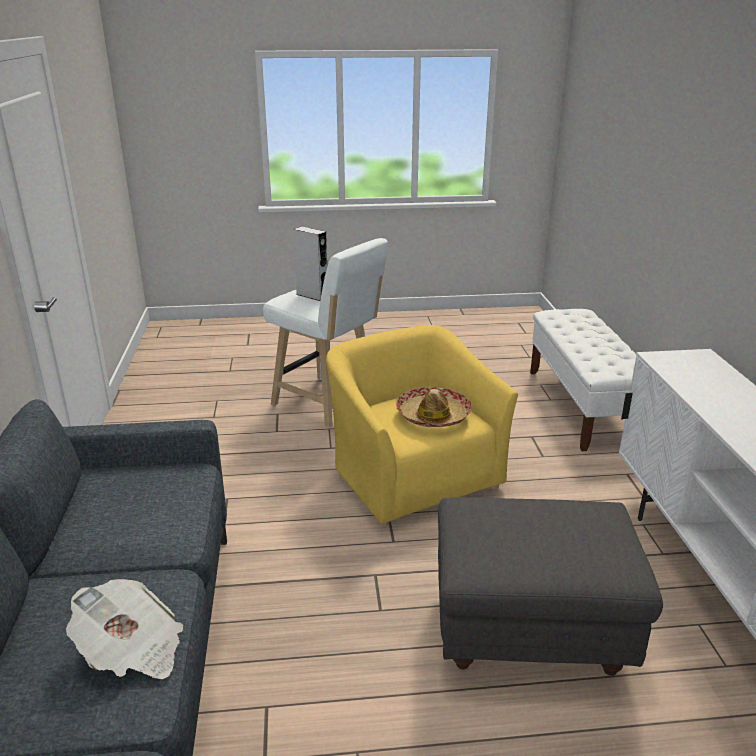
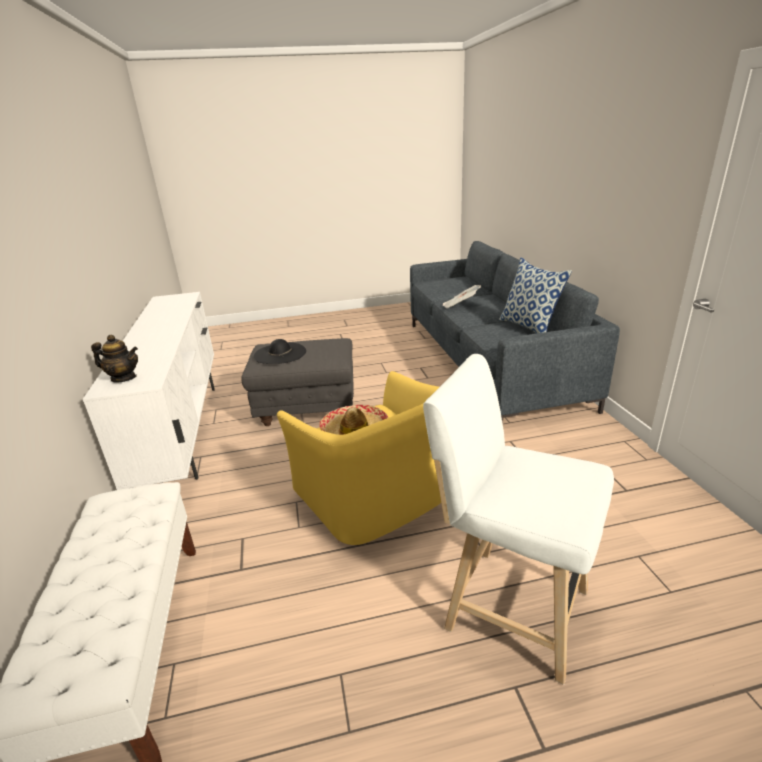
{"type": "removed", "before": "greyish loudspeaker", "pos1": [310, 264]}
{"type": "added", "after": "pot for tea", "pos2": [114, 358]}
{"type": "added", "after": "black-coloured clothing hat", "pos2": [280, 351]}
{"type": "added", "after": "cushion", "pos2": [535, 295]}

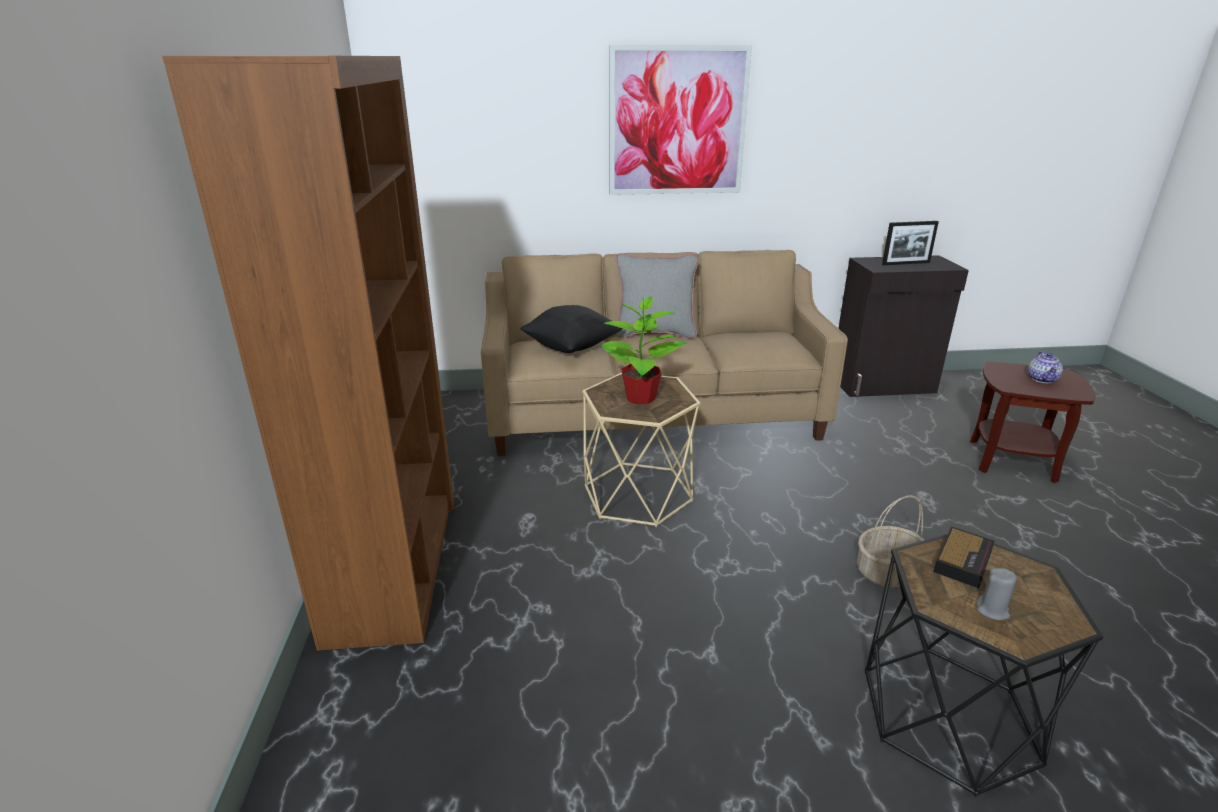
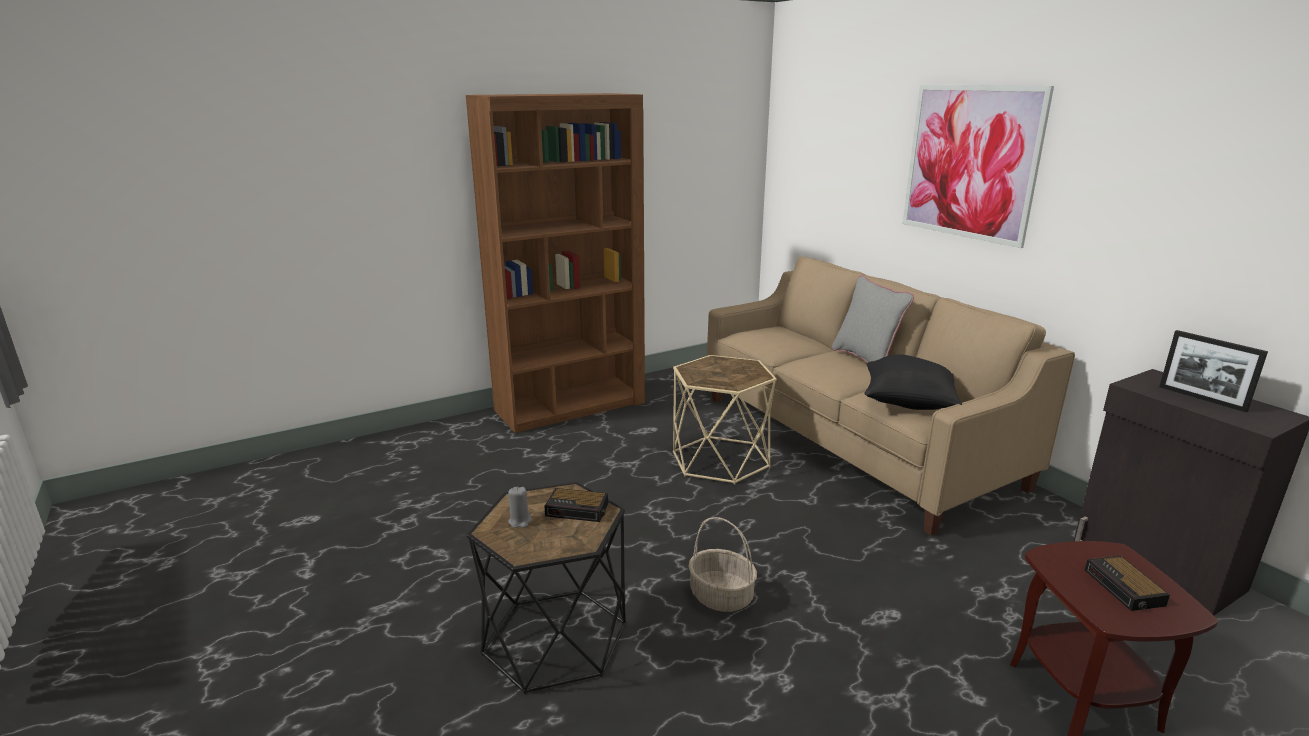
{"type": "removed", "before": "houseplant", "pos1": [643, 351]}
{"type": "moved", "before": "black-coloured cushion", "pos1": [571, 329], "pos2": [913, 382]}
{"type": "replaced", "before": "pot for tea", "after": "bedside clock", "pos1": [1045, 367], "pos2": [1127, 583]}

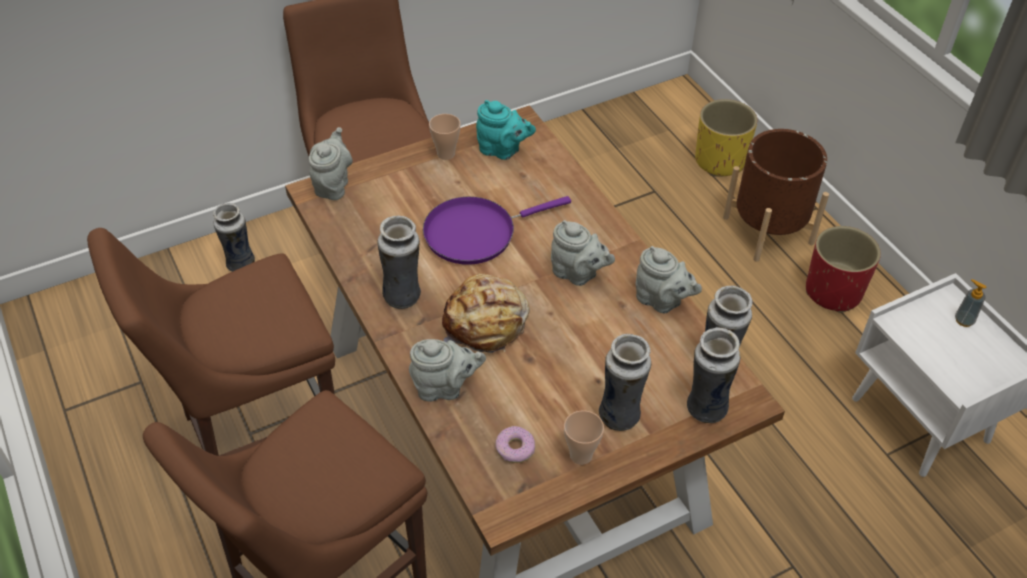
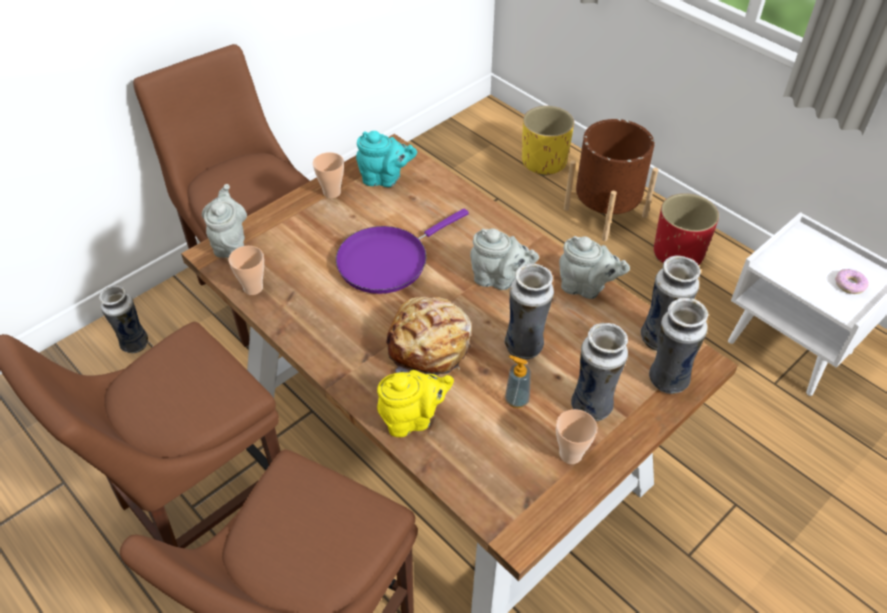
{"type": "added", "after": "drinking cup", "pos2": [246, 270]}
{"type": "moved", "before": "flower vase", "pos1": [399, 262], "pos2": [529, 311]}
{"type": "moved", "before": "donut", "pos1": [515, 444], "pos2": [851, 281]}
{"type": "moved", "before": "soap bottle", "pos1": [970, 303], "pos2": [518, 381]}
{"type": "recoloured", "before": "greyish pot for tea", "after": "yellowish pot for tea", "pos1": [447, 370], "pos2": [415, 403]}

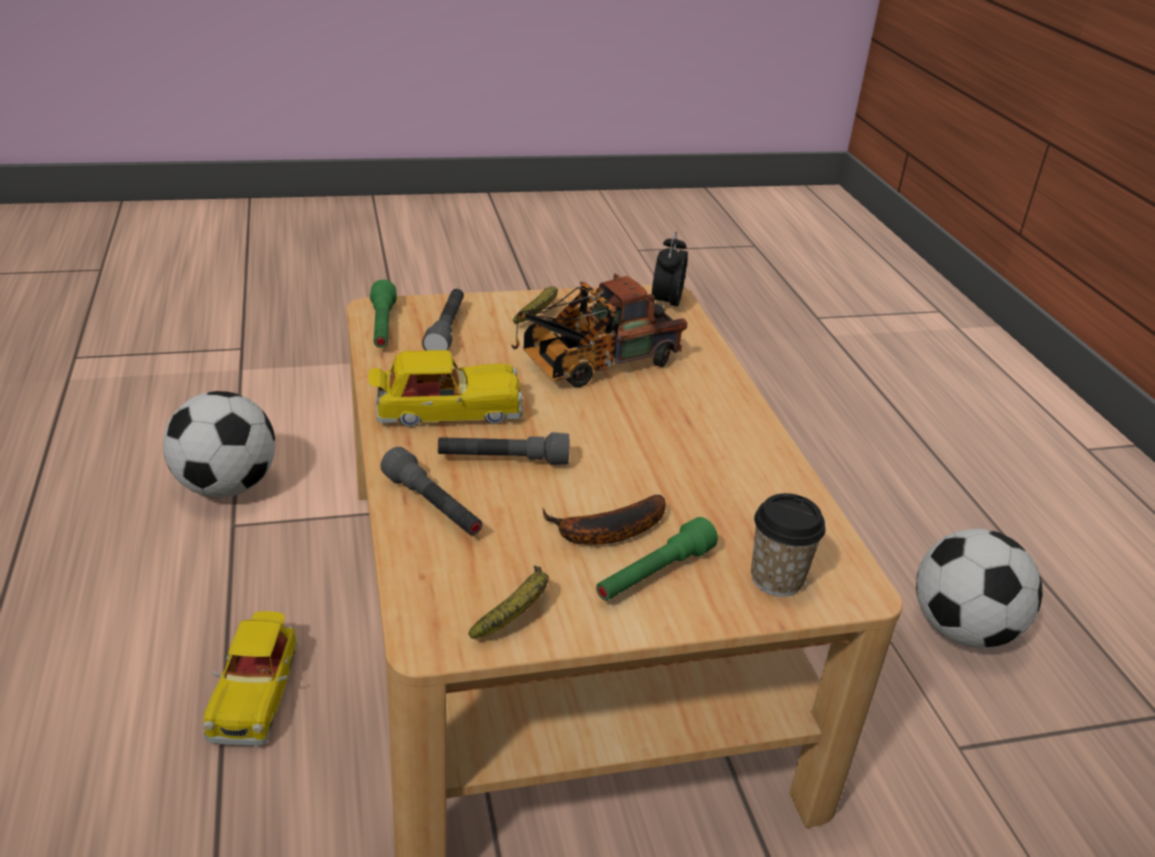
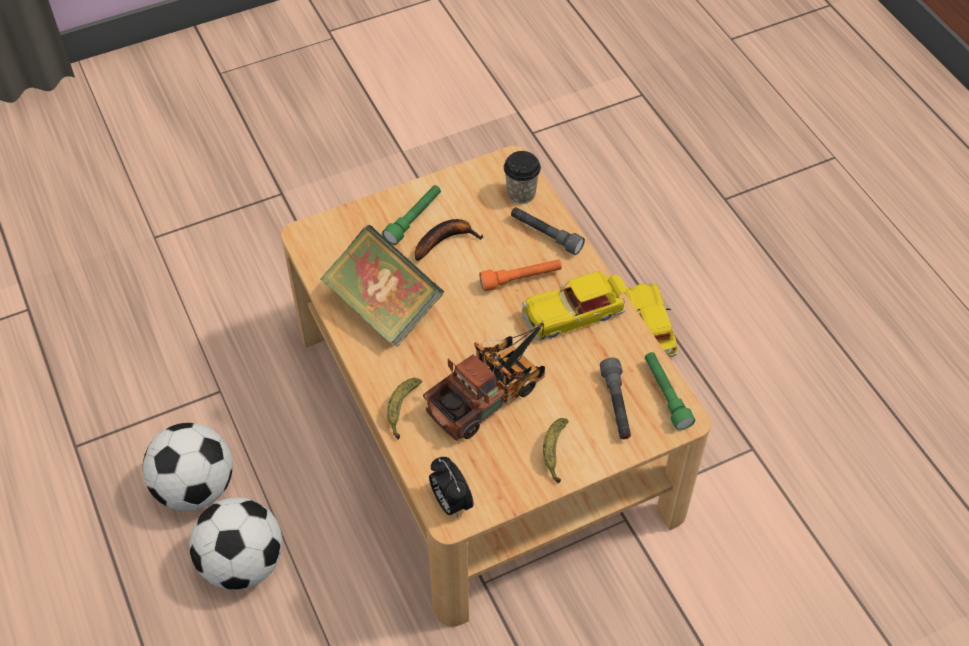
{"type": "added", "after": "volume", "pos2": [382, 285]}
{"type": "moved", "before": "football", "pos1": [219, 444], "pos2": [235, 543]}
{"type": "moved", "before": "banana", "pos1": [508, 602], "pos2": [404, 408]}
{"type": "moved", "before": "drinking cup", "pos1": [788, 545], "pos2": [522, 177]}
{"type": "recoloured", "before": "greyish flashlight", "after": "orange-coloured flashlight", "pos1": [503, 448], "pos2": [520, 275]}
{"type": "turned", "before": "bedside clock", "pos1": [670, 268], "pos2": [451, 487], "turn": 150}

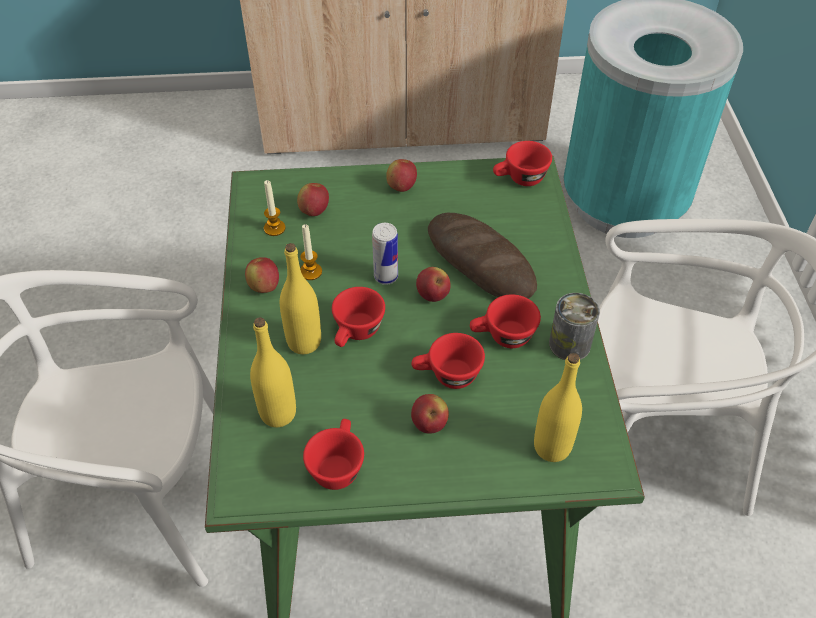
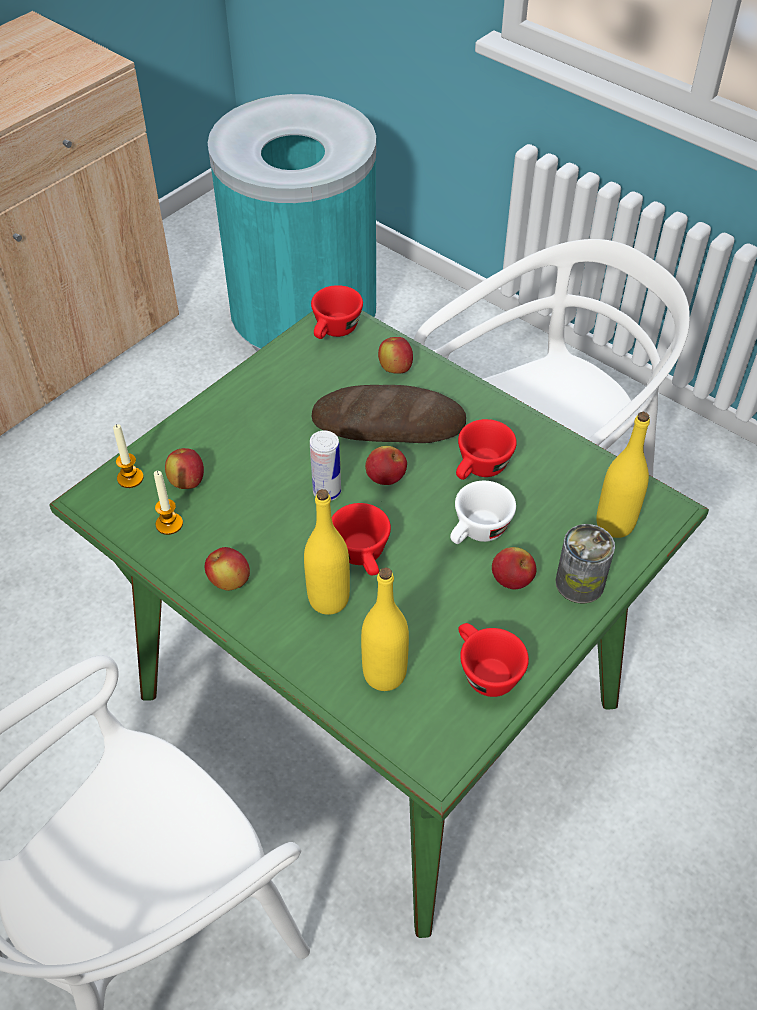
{"type": "moved", "before": "wax light", "pos1": [311, 252], "pos2": [128, 456]}
{"type": "moved", "before": "whole apple", "pos1": [401, 175], "pos2": [395, 355]}
{"type": "moved", "before": "can", "pos1": [574, 326], "pos2": [585, 564]}
{"type": "recoloured", "before": "red-coloured drinking cup", "after": "whitish drinking cup", "pos1": [448, 361], "pos2": [483, 512]}

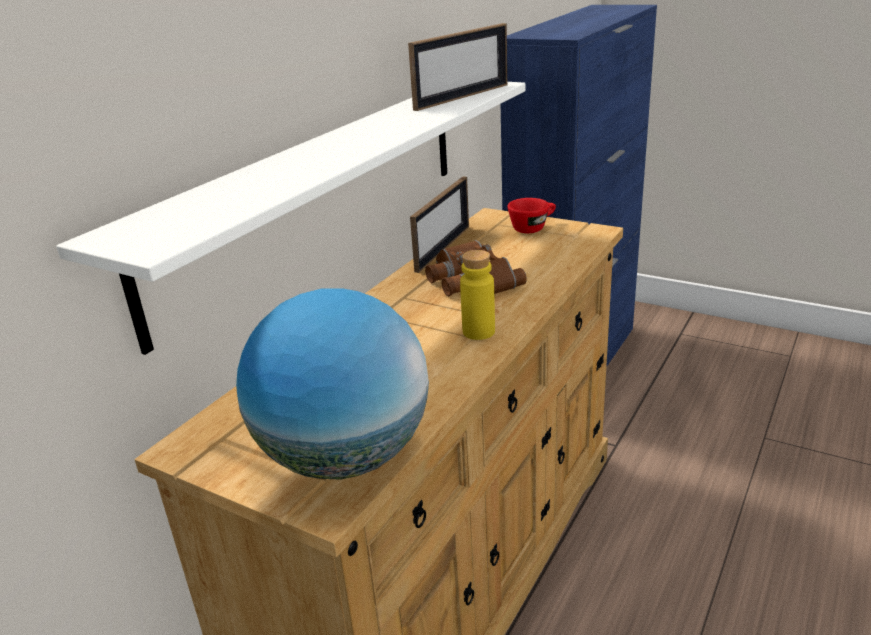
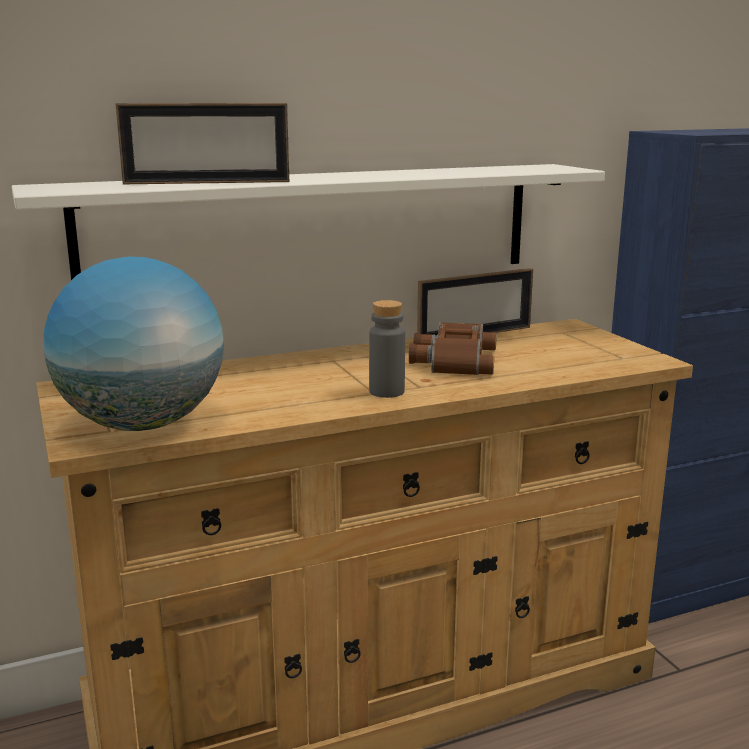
{"type": "removed", "before": "red-coloured drinking cup", "pos1": [531, 215]}
{"type": "moved", "before": "picture frame", "pos1": [457, 67], "pos2": [202, 143]}
{"type": "recoloured", "before": "yellowish bottle", "after": "greyish bottle", "pos1": [477, 295], "pos2": [387, 349]}

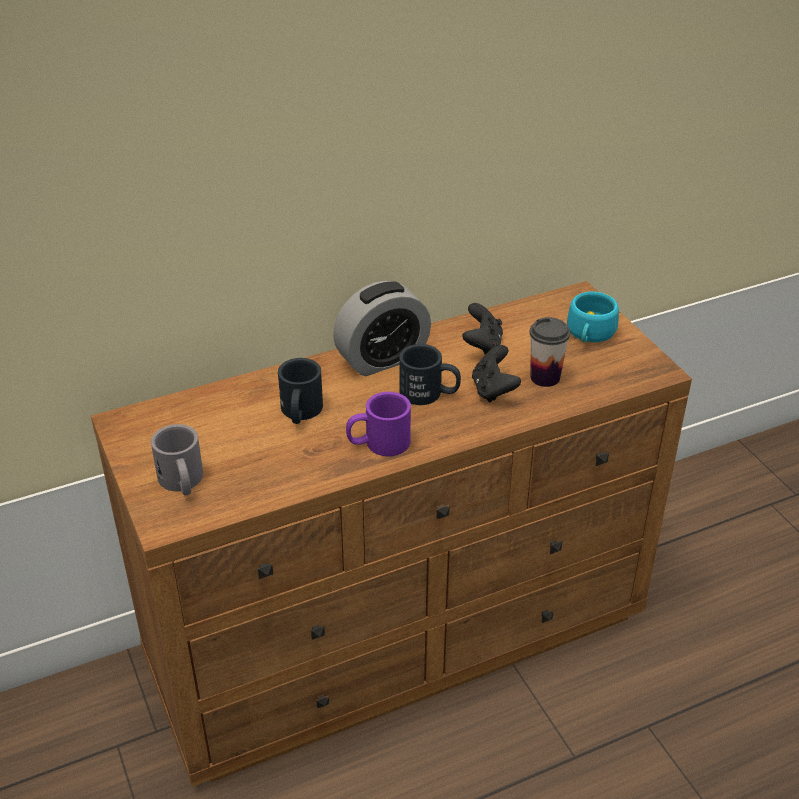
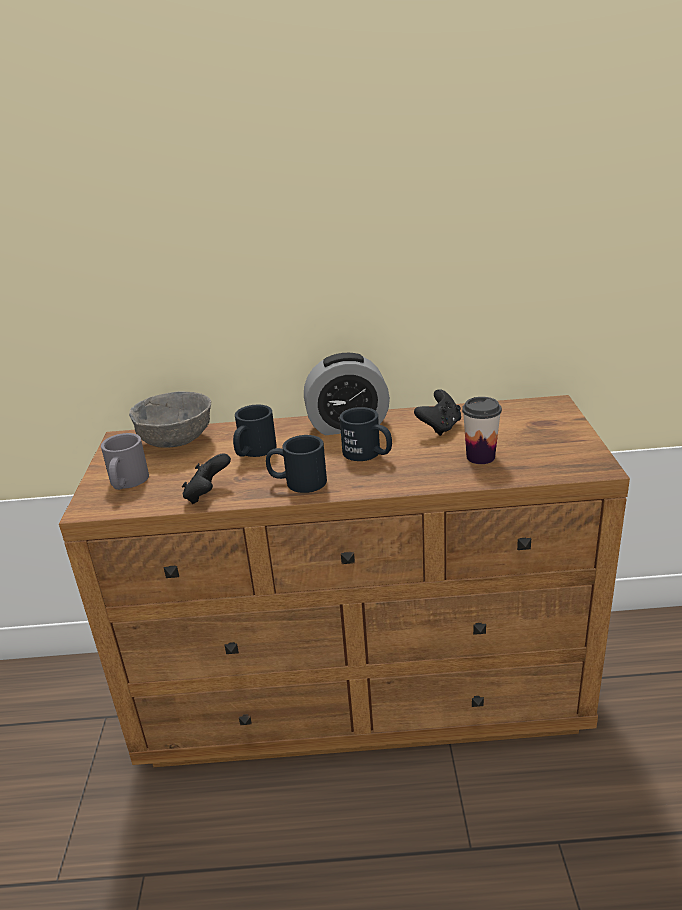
{"type": "removed", "before": "blue-green drinking cup", "pos1": [593, 317]}
{"type": "added", "after": "greyish serving bowl", "pos2": [170, 419]}
{"type": "moved", "before": "black-coloured gamepad", "pos1": [496, 374], "pos2": [206, 479]}
{"type": "recoloured", "before": "purplish coffee mug", "after": "black-coloured coffee mug", "pos1": [378, 424], "pos2": [296, 464]}

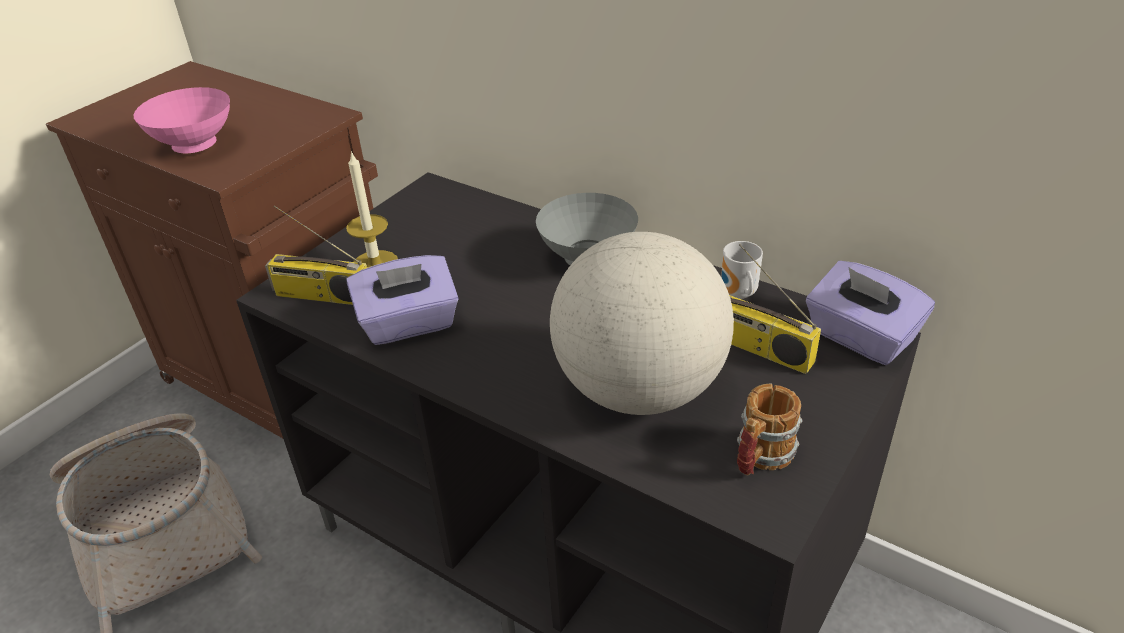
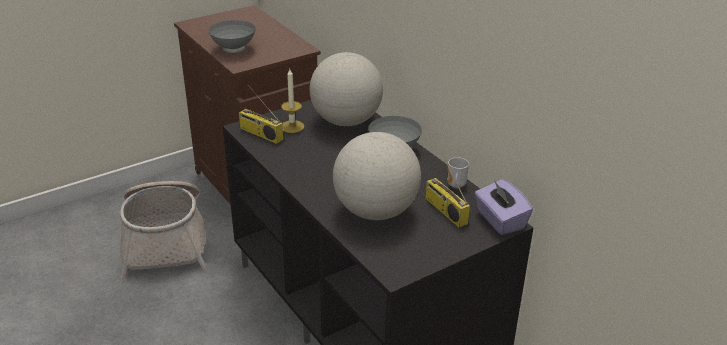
{"type": "removed", "before": "purplish box of tissues", "pos1": [402, 300]}
{"type": "removed", "before": "coffee mug", "pos1": [770, 429]}
{"type": "added", "after": "globe", "pos2": [346, 89]}
{"type": "recoloured", "before": "pink-coloured serving bowl", "after": "greyish serving bowl", "pos1": [182, 120], "pos2": [232, 36]}

